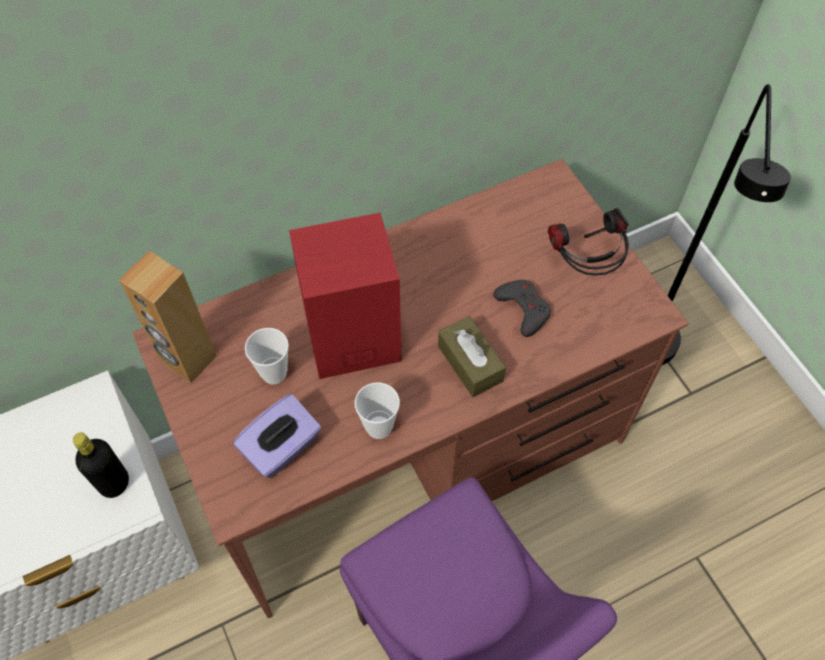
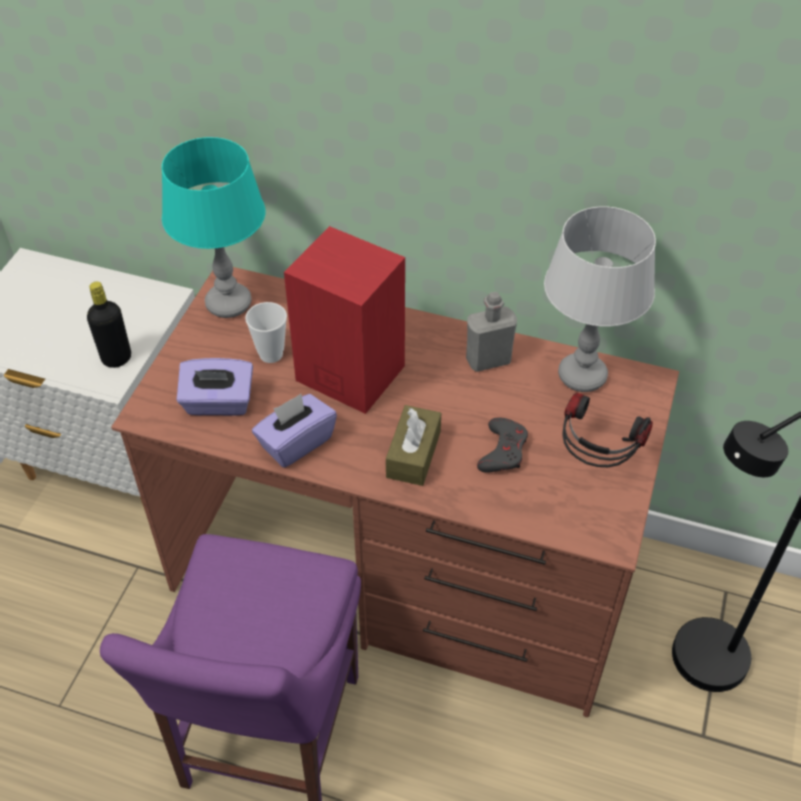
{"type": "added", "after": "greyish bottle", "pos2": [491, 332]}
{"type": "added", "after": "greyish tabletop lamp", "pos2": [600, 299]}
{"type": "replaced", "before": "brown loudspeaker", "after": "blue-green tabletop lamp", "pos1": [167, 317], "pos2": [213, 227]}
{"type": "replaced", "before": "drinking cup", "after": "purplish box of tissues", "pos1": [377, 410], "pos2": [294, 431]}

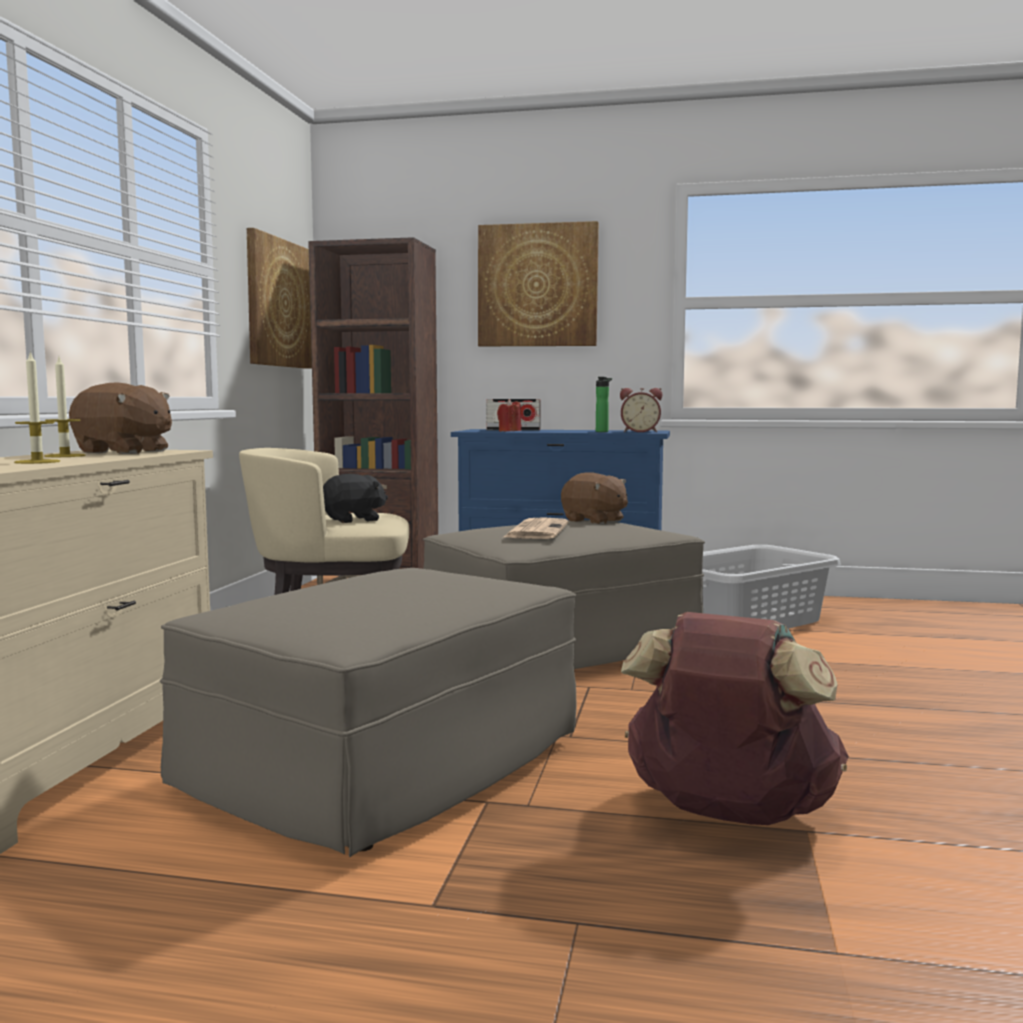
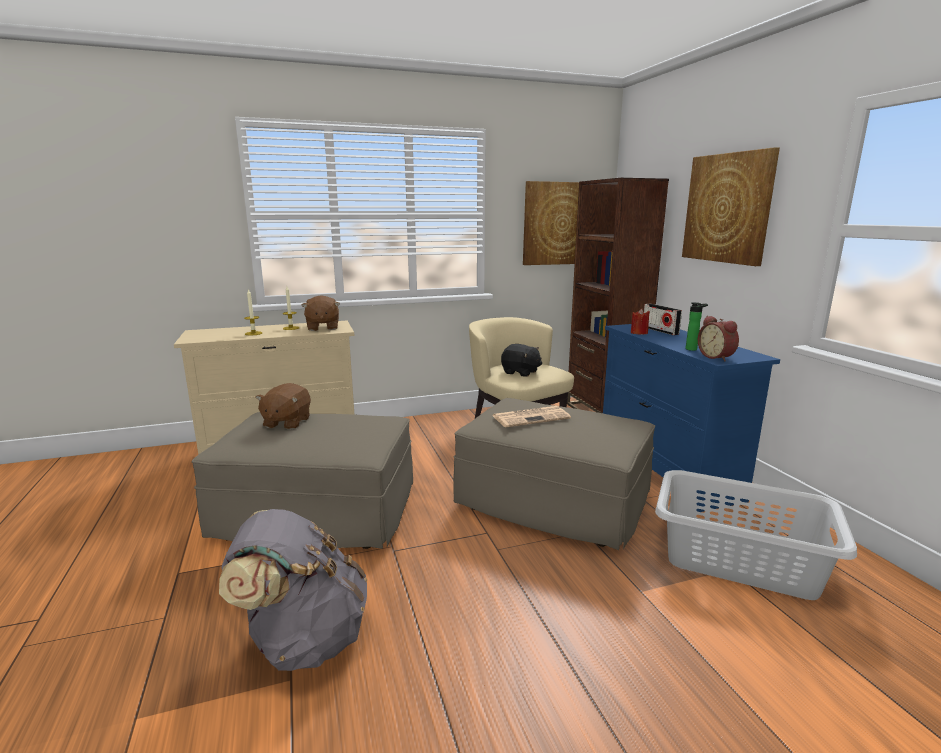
{"type": "moved", "before": "brown plush toy", "pos1": [594, 498], "pos2": [283, 406]}
{"type": "recoloured", "before": "brown backpack", "after": "greyish backpack", "pos1": [735, 718], "pos2": [293, 590]}

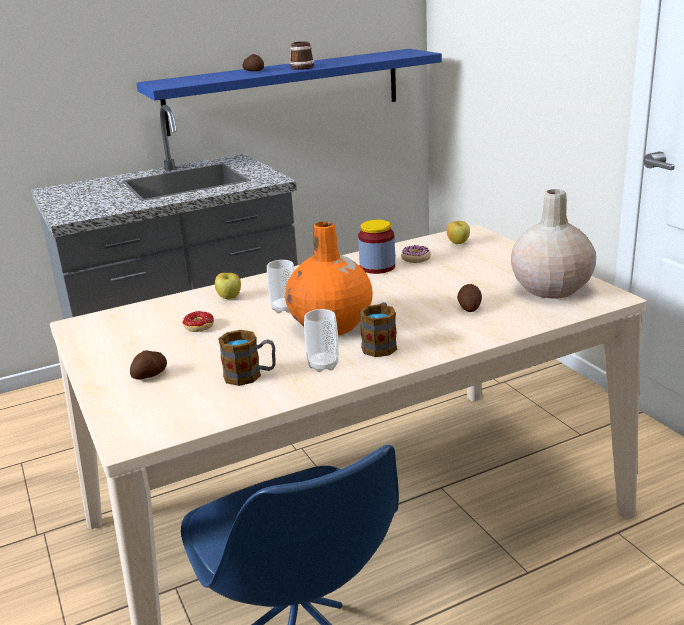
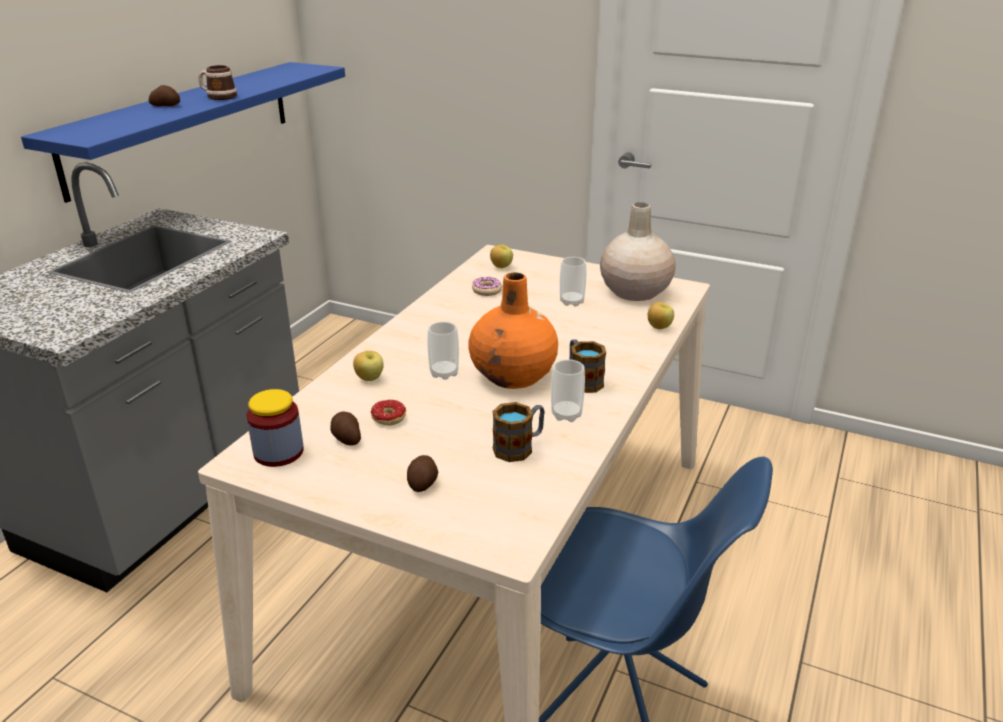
{"type": "added", "after": "drinking cup", "pos2": [573, 282]}
{"type": "added", "after": "whole apple", "pos2": [661, 315]}
{"type": "moved", "before": "jar", "pos1": [376, 247], "pos2": [275, 428]}
{"type": "moved", "before": "potato", "pos1": [469, 298], "pos2": [345, 428]}

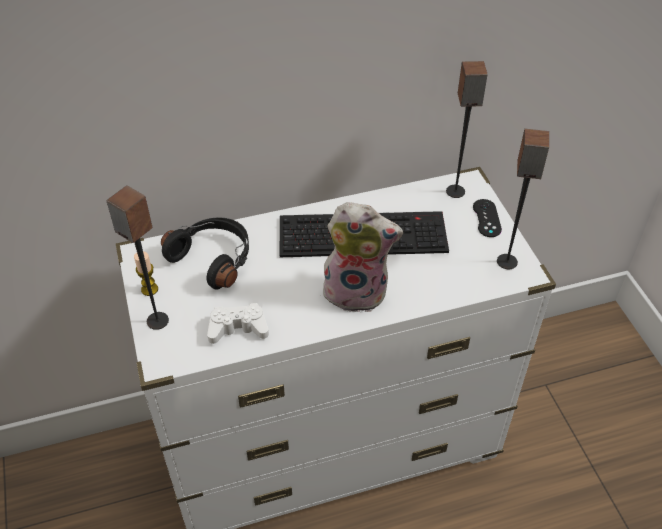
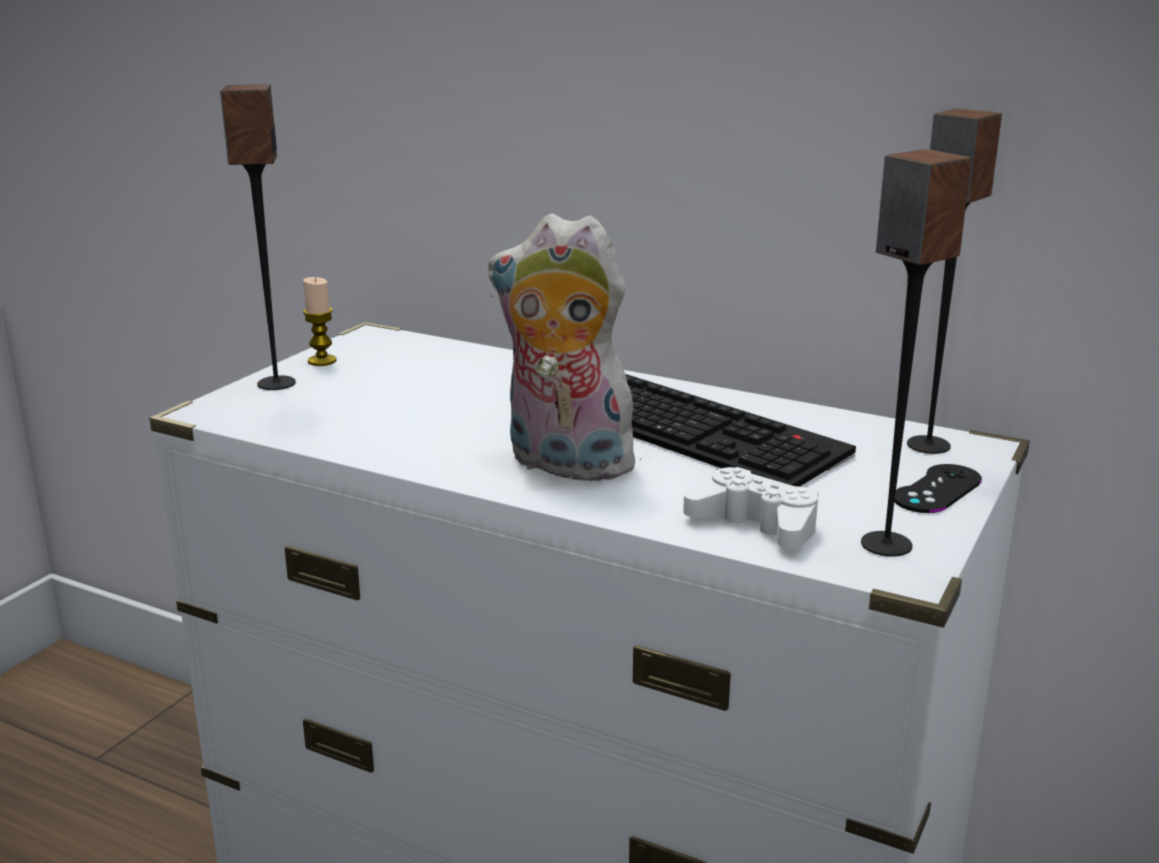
{"type": "removed", "before": "black-coloured headset", "pos1": [205, 253]}
{"type": "moved", "before": "whitish gamepad", "pos1": [238, 323], "pos2": [750, 508]}
{"type": "turned", "before": "plush toy", "pos1": [363, 257], "pos2": [569, 347], "turn": 150}

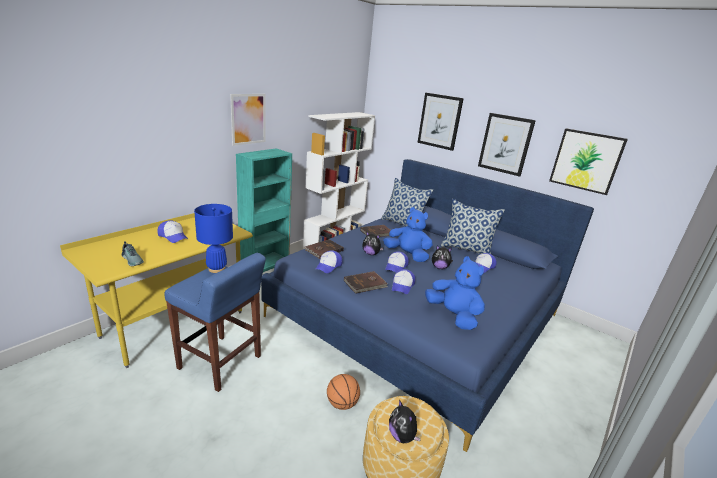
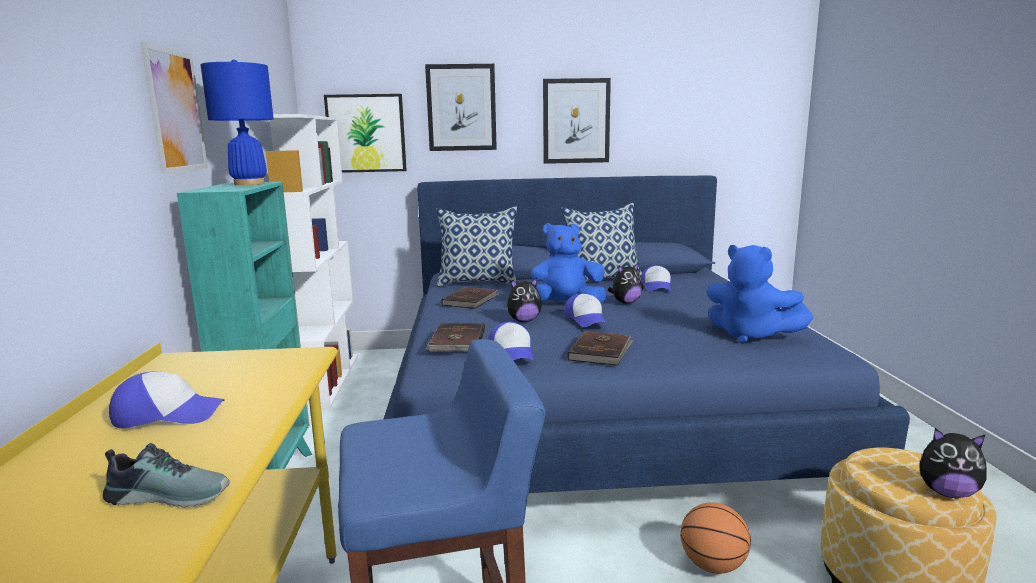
{"type": "removed", "before": "peaked cap", "pos1": [403, 281]}
{"type": "moved", "before": "blue-coloured tabletop lamp", "pos1": [213, 238], "pos2": [237, 122]}
{"type": "moved", "before": "picture", "pos1": [588, 161], "pos2": [365, 133]}
{"type": "turned", "before": "blue-coloured plush toy", "pos1": [455, 293], "pos2": [759, 294], "turn": -150}

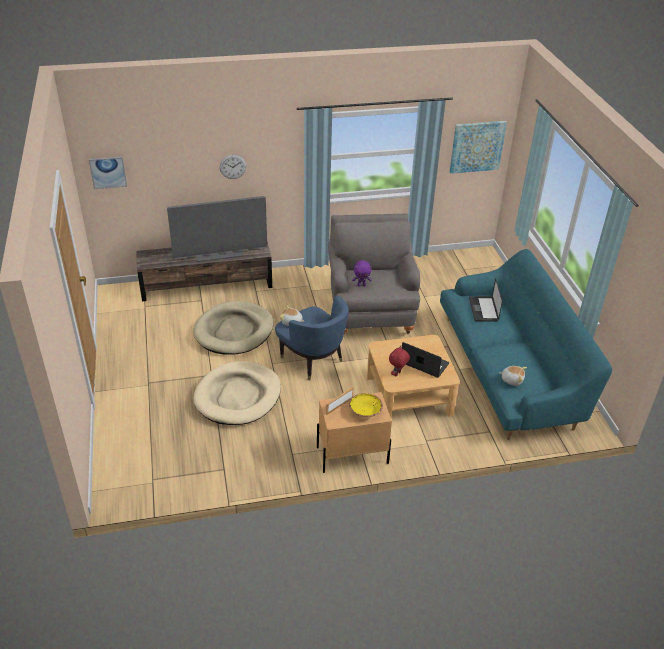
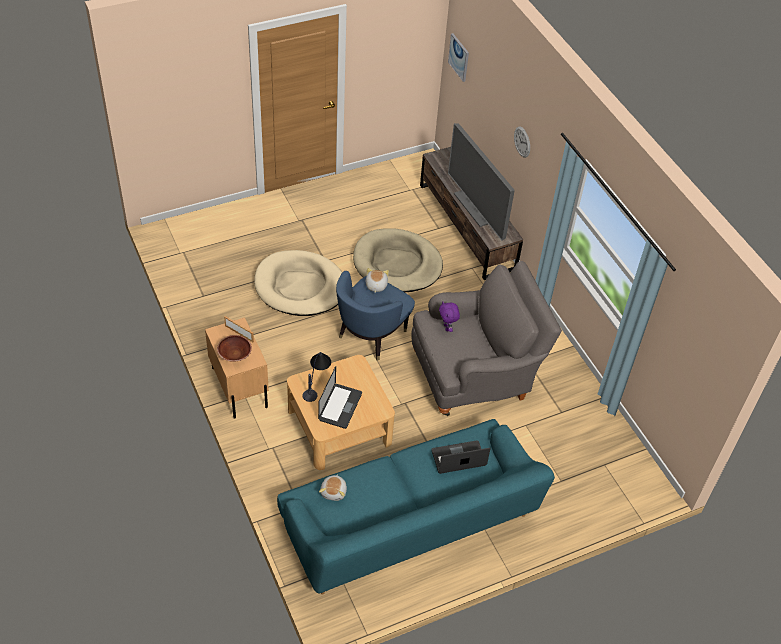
{"type": "removed", "before": "picture", "pos1": [478, 147]}
{"type": "replaced", "before": "red-coloured plush toy", "after": "tabletop lamp", "pos1": [399, 361], "pos2": [317, 377]}
{"type": "recoloured", "before": "yellowish serving bowl", "after": "brown serving bowl", "pos1": [366, 405], "pos2": [234, 348]}

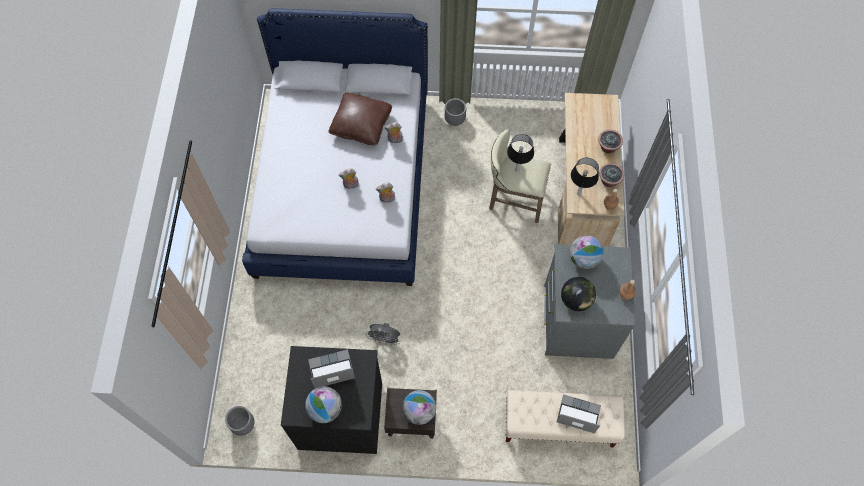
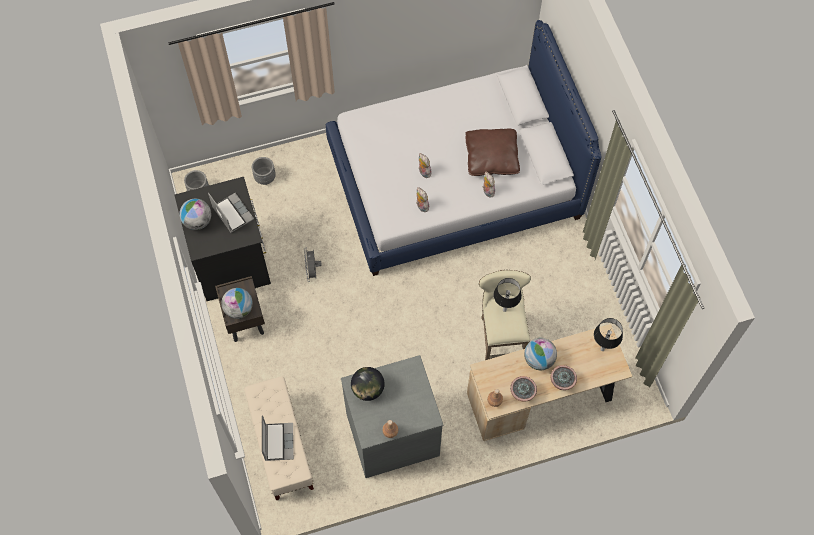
{"type": "moved", "before": "greyish flower pot", "pos1": [455, 112], "pos2": [264, 171]}
{"type": "moved", "before": "globe", "pos1": [586, 252], "pos2": [540, 354]}
{"type": "moved", "before": "tabletop lamp", "pos1": [585, 176], "pos2": [608, 334]}

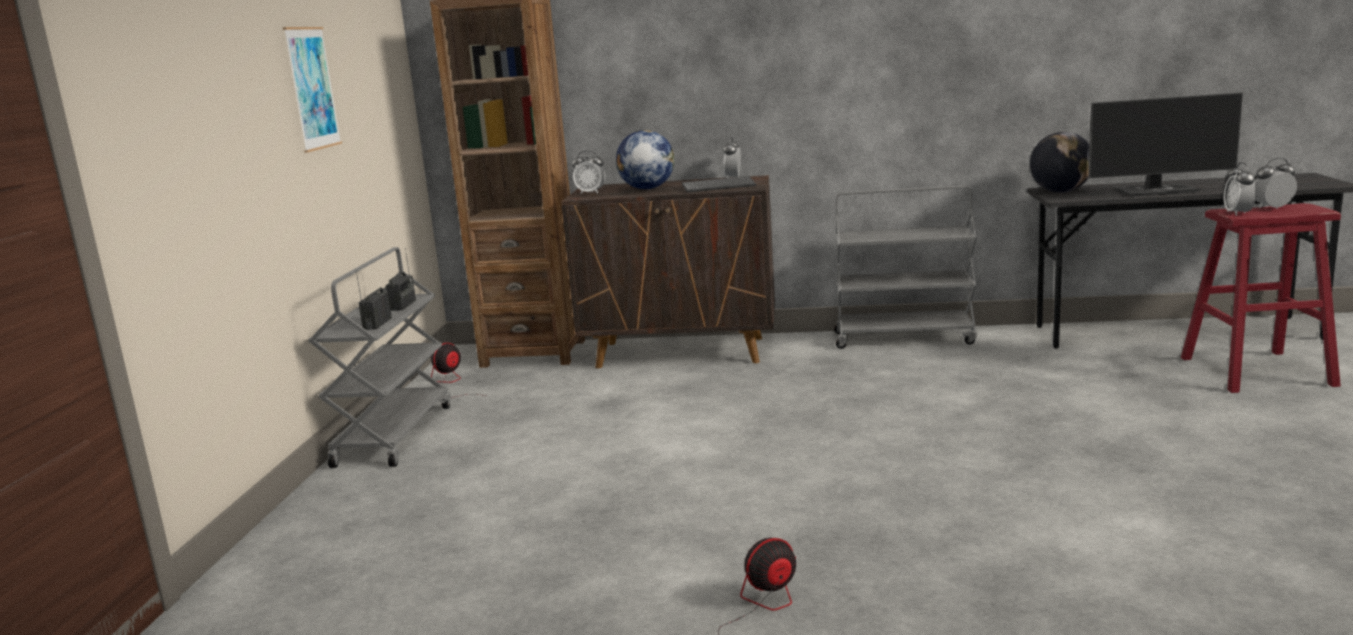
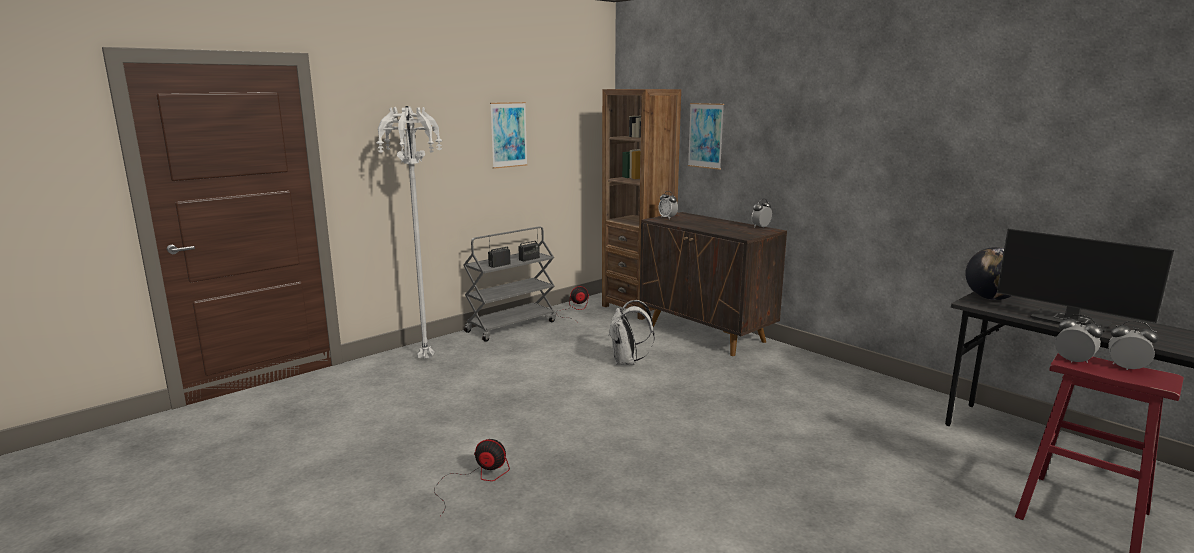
{"type": "removed", "before": "globe", "pos1": [645, 159]}
{"type": "removed", "before": "computer keyboard", "pos1": [719, 184]}
{"type": "removed", "before": "greyish trolley", "pos1": [905, 267]}
{"type": "added", "after": "whitish standard lamp", "pos2": [409, 232]}
{"type": "added", "after": "whitish backpack", "pos2": [631, 332]}
{"type": "added", "after": "picture", "pos2": [706, 136]}
{"type": "turned", "before": "bedside clock", "pos1": [1240, 189], "pos2": [1079, 338], "turn": 90}

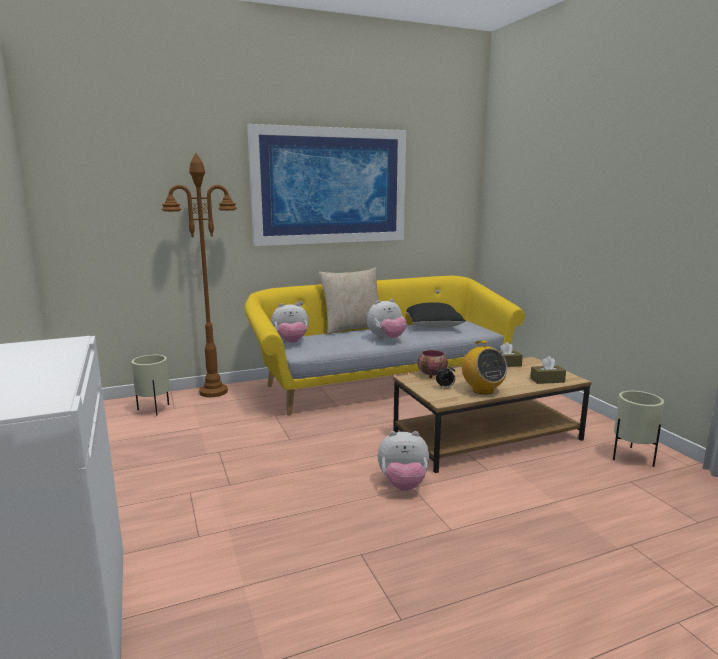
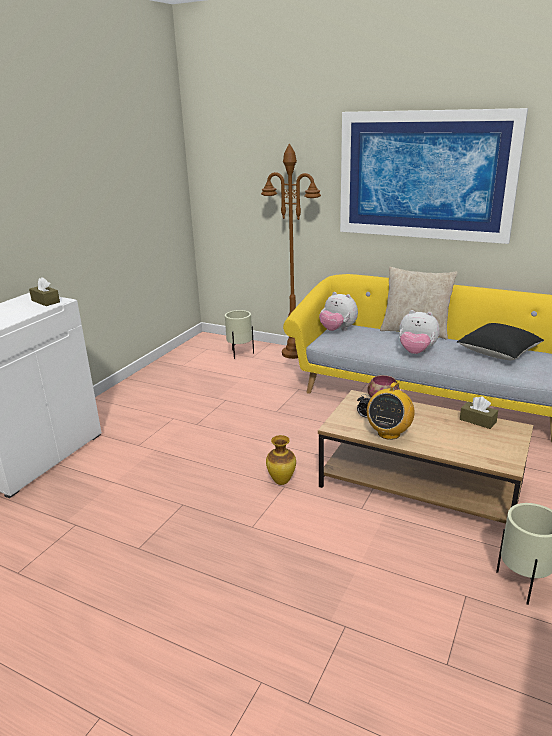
{"type": "moved", "before": "brown box of tissues", "pos1": [548, 370], "pos2": [44, 291]}
{"type": "replaced", "before": "plush toy", "after": "flower vase", "pos1": [403, 461], "pos2": [281, 460]}

